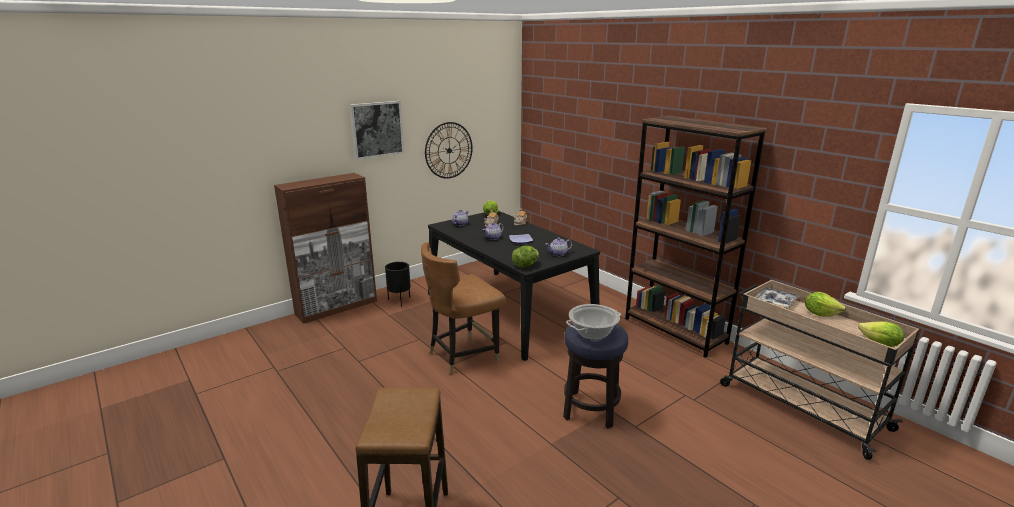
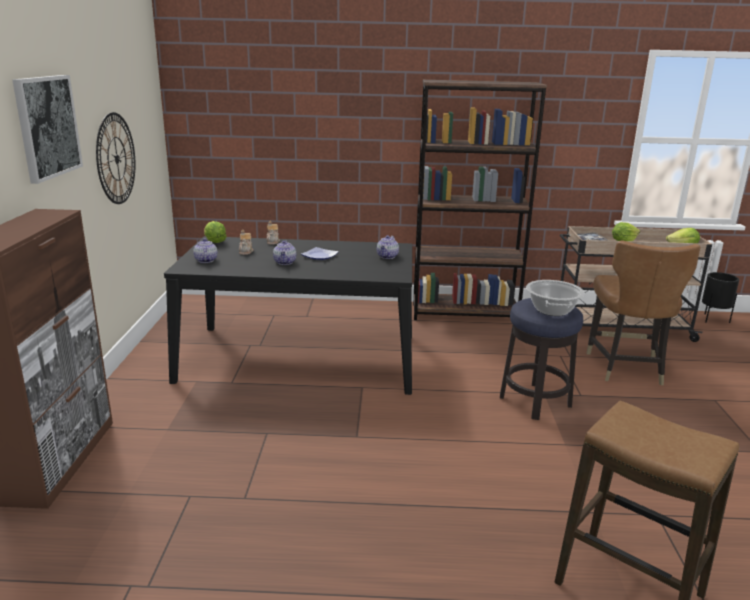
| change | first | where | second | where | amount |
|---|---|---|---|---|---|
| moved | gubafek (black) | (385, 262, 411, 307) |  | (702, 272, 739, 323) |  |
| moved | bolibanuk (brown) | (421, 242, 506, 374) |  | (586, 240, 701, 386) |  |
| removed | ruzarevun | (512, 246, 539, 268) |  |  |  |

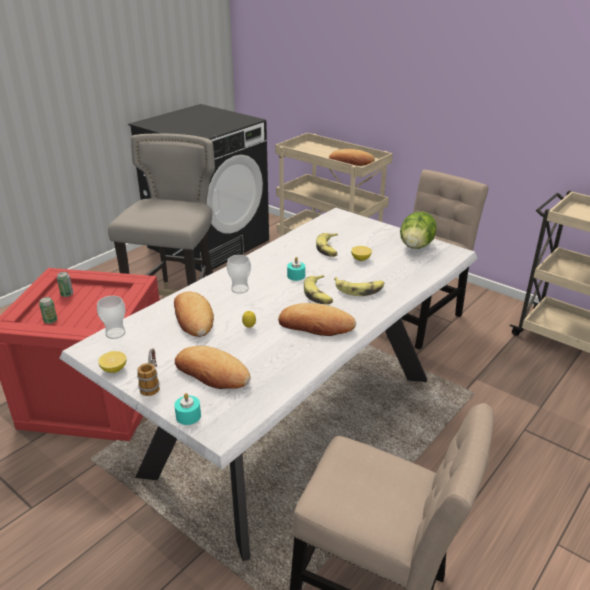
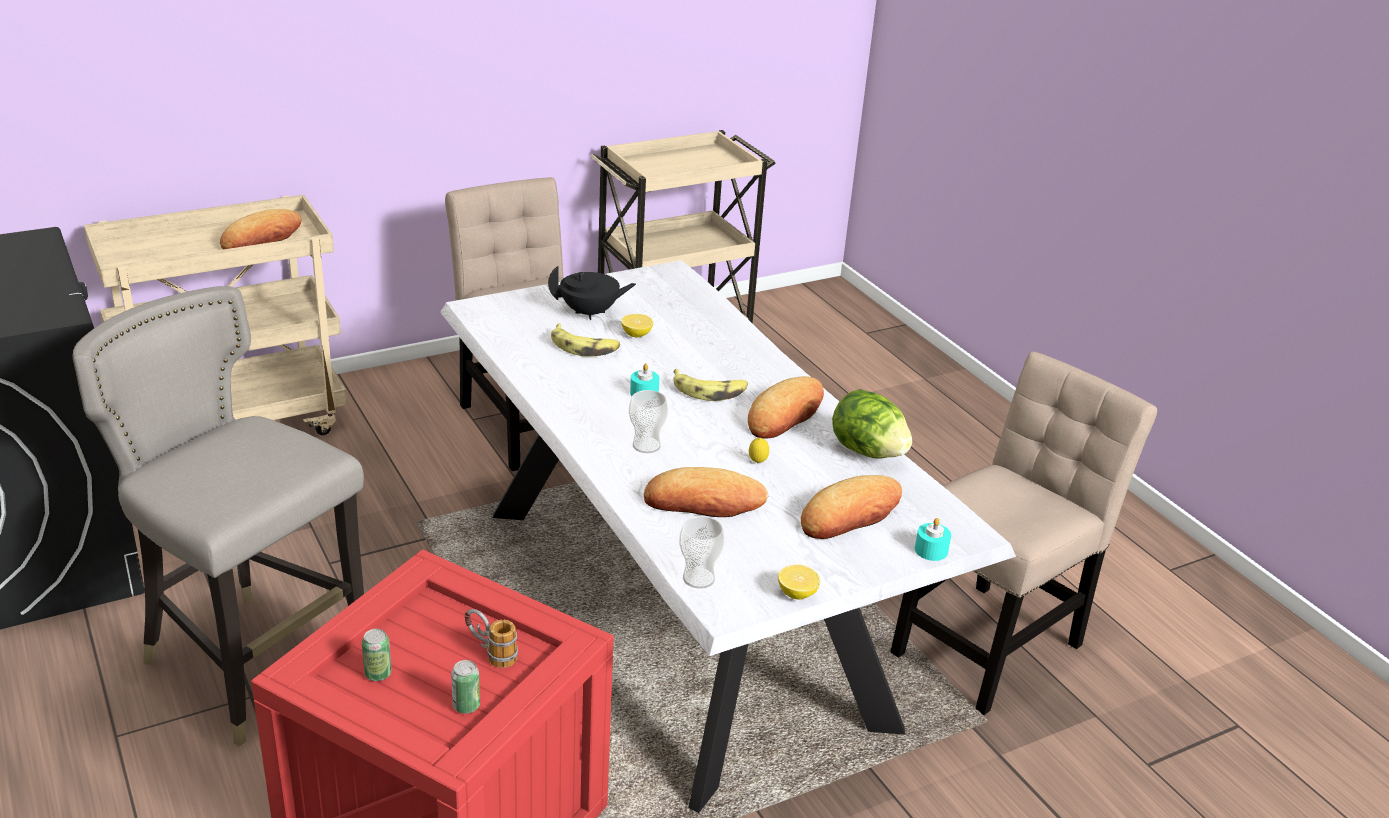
| change | first | where | second | where | amount |
|---|---|---|---|---|---|
| moved | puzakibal | (137, 348, 160, 396) |  | (465, 609, 518, 668) |  |
| removed | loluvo | (334, 277, 384, 296) |  |  |  |
| moved | ruzarevun | (400, 212, 437, 249) |  | (832, 389, 912, 458) |  |
| added |  |  | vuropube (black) | (548, 266, 636, 320) |  |

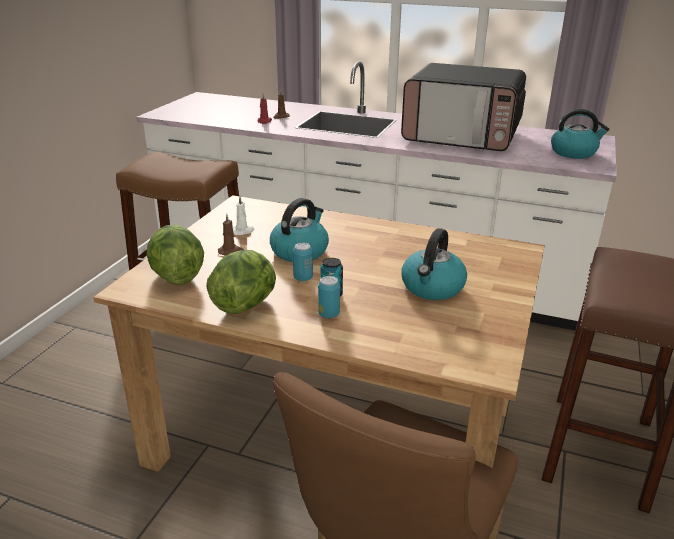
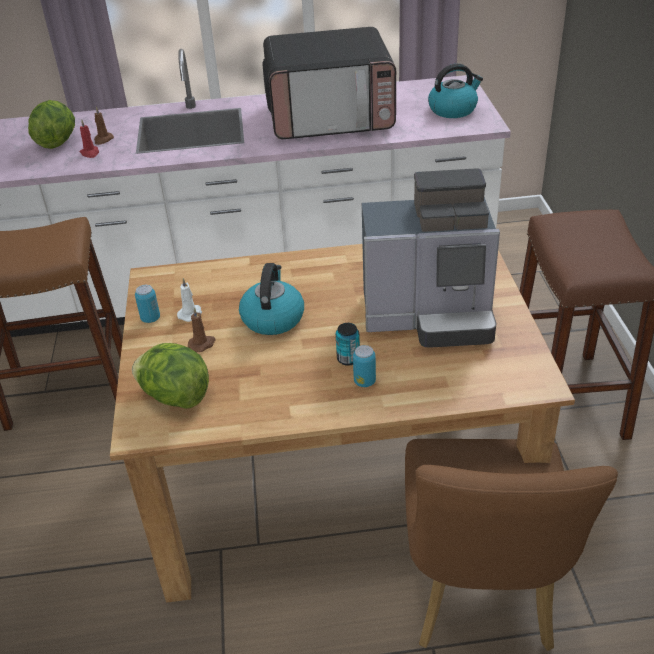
| change | first | where | second | where | amount |
|---|---|---|---|---|---|
| moved | ruzarevun | (206, 250, 276, 314) |  | (28, 100, 75, 149) |  |
| moved | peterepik | (293, 243, 313, 281) |  | (135, 285, 160, 323) |  |
| replaced | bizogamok | (401, 228, 467, 300) | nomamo | (362, 168, 500, 348) |  |

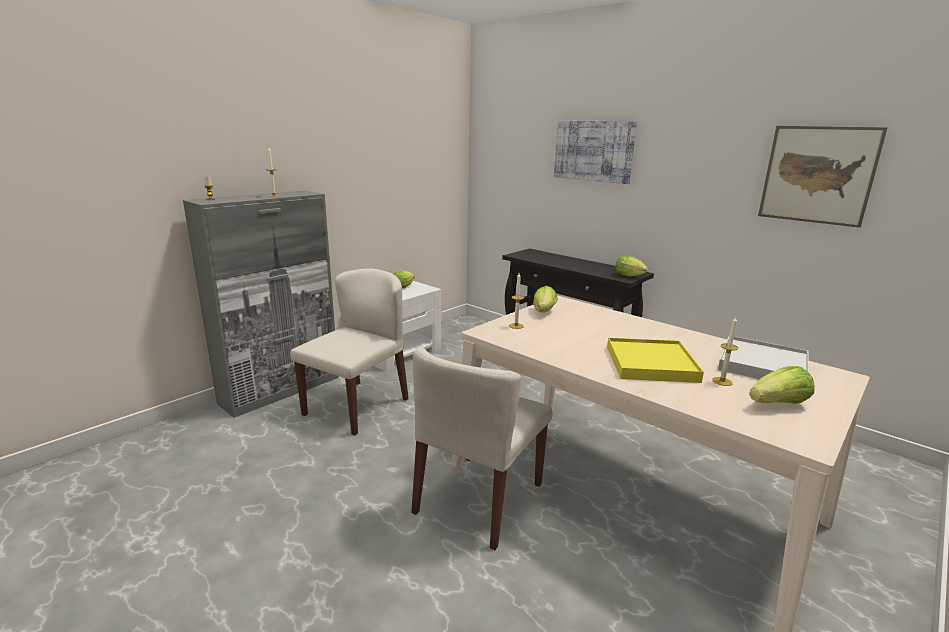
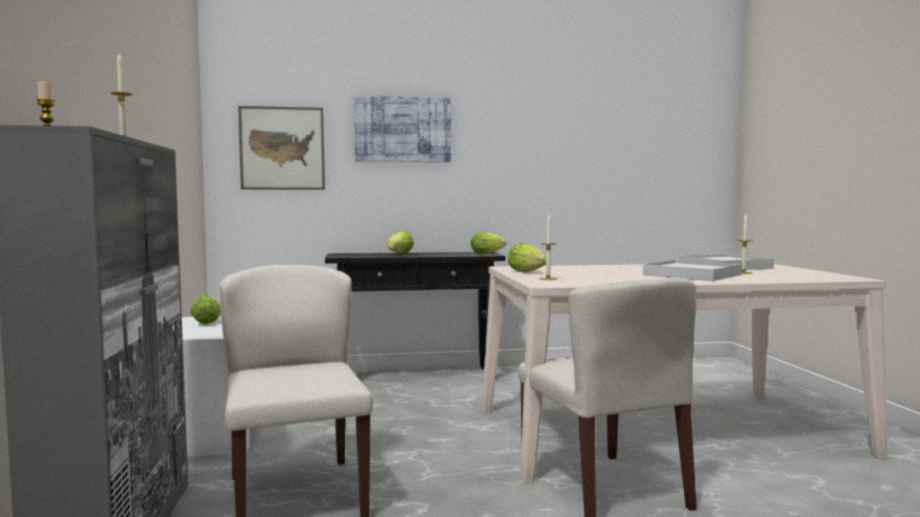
| change | first | where | second | where | amount |
|---|---|---|---|---|---|
| recoloured | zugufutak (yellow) | (607, 338, 704, 383) | zugufutak (white) | (643, 260, 742, 281) |  |
| moved | ruzarevun | (749, 366, 815, 404) |  | (387, 230, 414, 254) |  |
| moved | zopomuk | (758, 126, 887, 228) |  | (238, 106, 325, 190) |  |

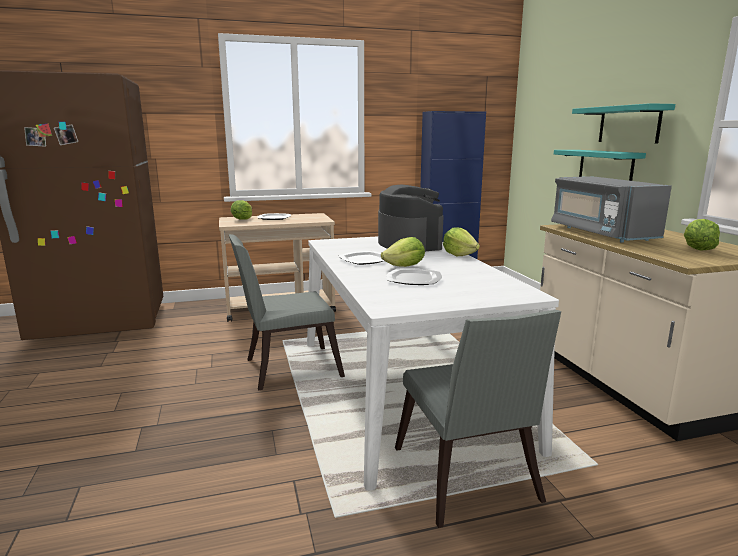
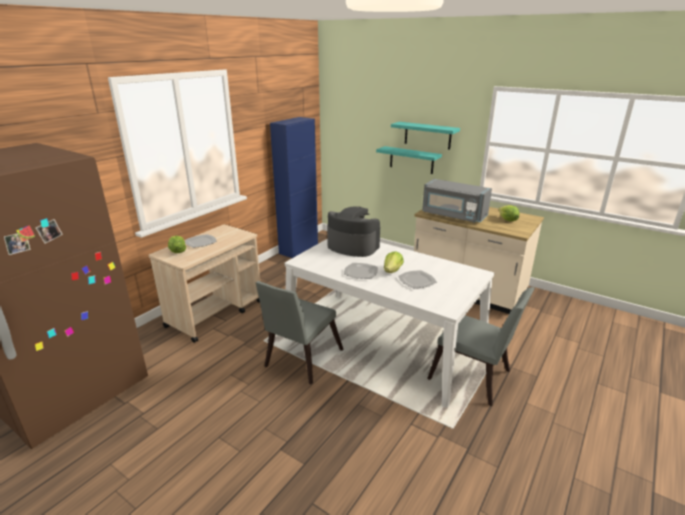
| change | first | where | second | where | amount |
|---|---|---|---|---|---|
| removed | ruzarevun | (443, 228, 480, 256) |  |  |  |

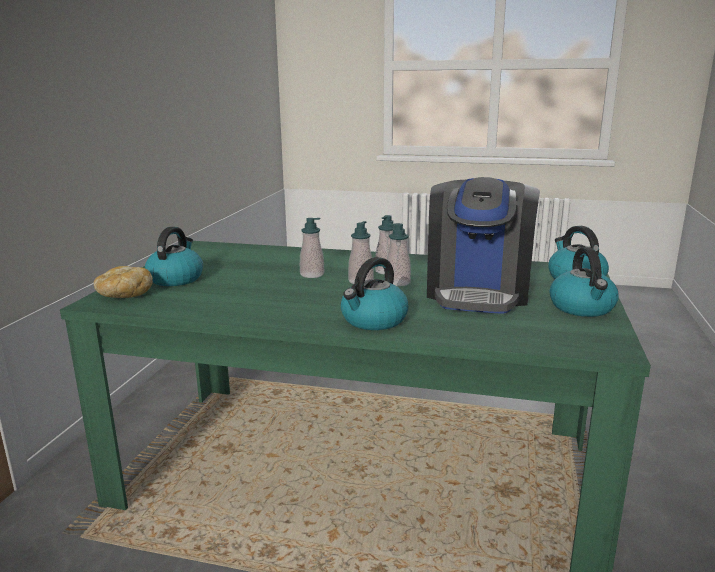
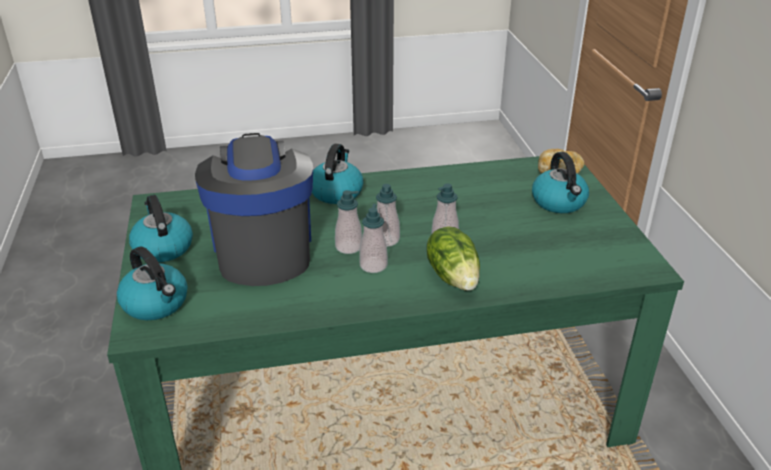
| change | first | where | second | where | amount |
|---|---|---|---|---|---|
| added |  |  | ruzarevun | (427, 227, 480, 291) |  |

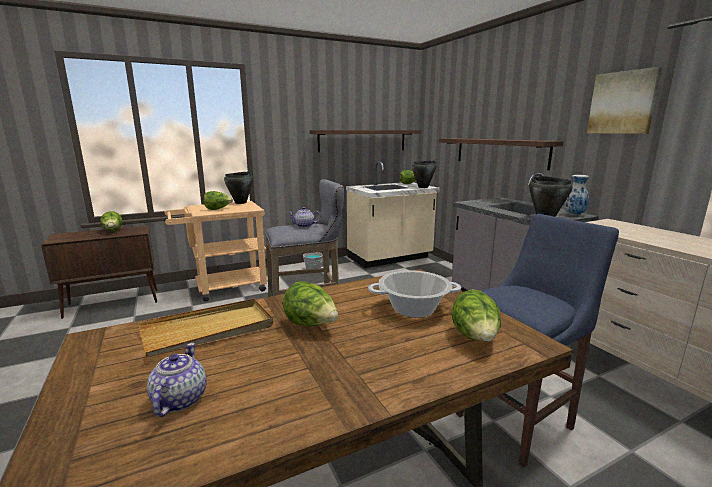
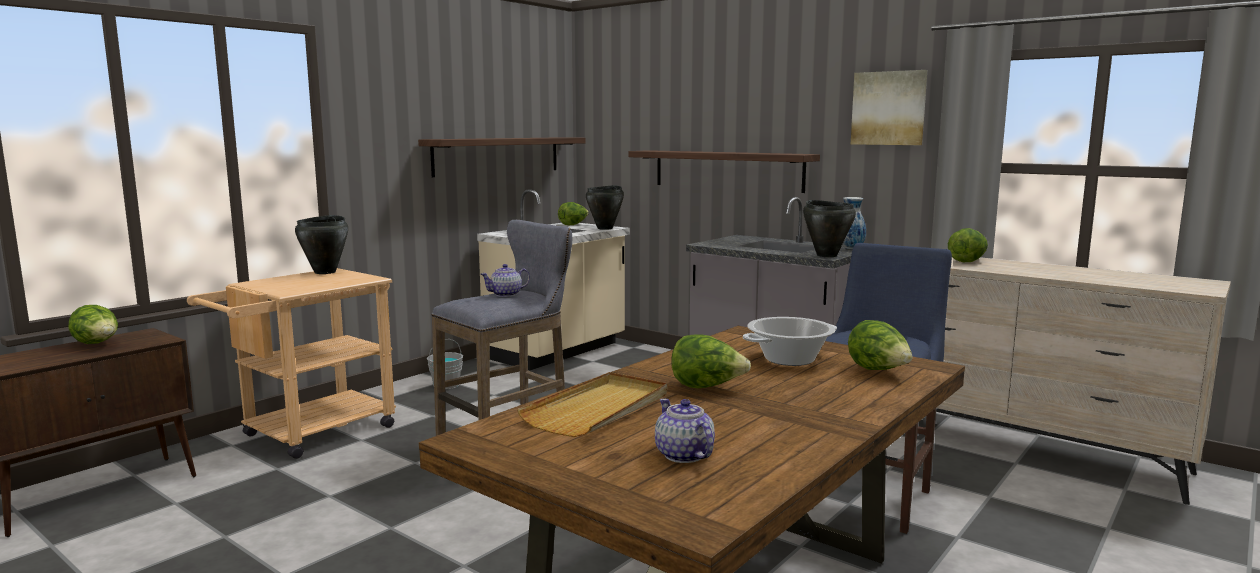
| change | first | where | second | where | amount |
|---|---|---|---|---|---|
| moved | ruzarevun | (204, 191, 233, 210) |  | (948, 228, 988, 262) |  |

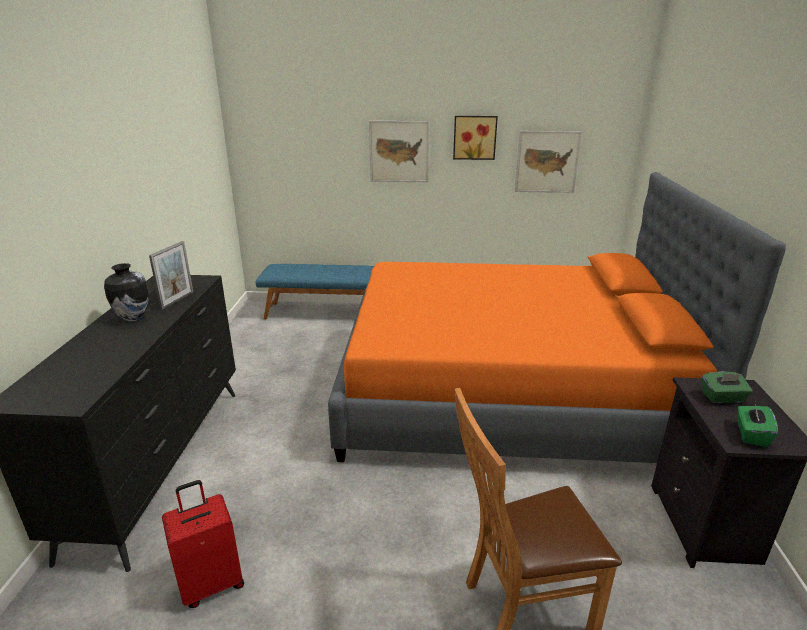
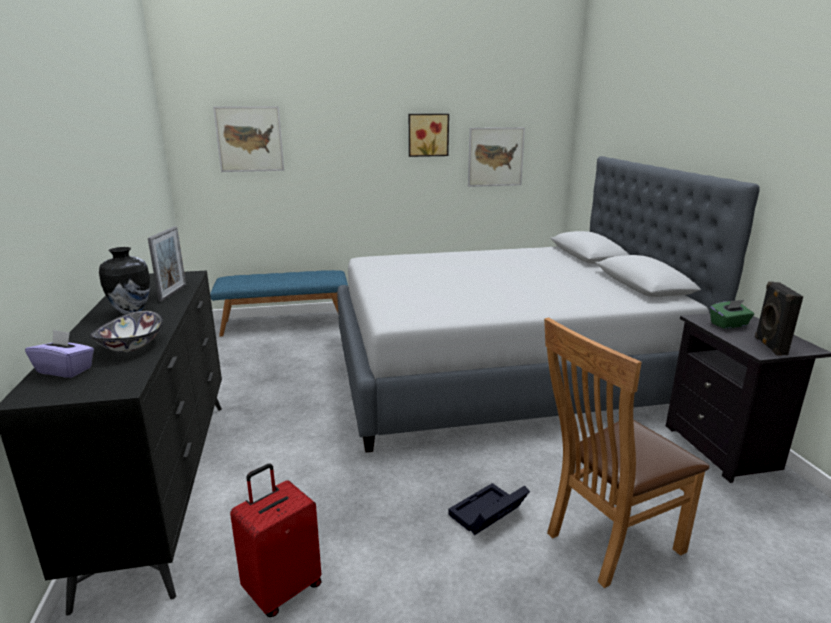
| change | first | where | second | where | amount |
|---|---|---|---|---|---|
| recoloured | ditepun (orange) | (328, 172, 786, 463) | ditepun (grey) | (337, 156, 760, 453) |  |
| moved | zopomuk | (369, 121, 429, 182) |  | (213, 106, 284, 172) |  |
| replaced | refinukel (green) | (738, 404, 778, 447) | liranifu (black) | (755, 281, 803, 356) |  |
| added |  |  | refinukel (purple) | (25, 330, 94, 378) |  |
| added |  |  | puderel | (89, 311, 163, 352) |  |
| added |  |  | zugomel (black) | (448, 483, 530, 535) |  |

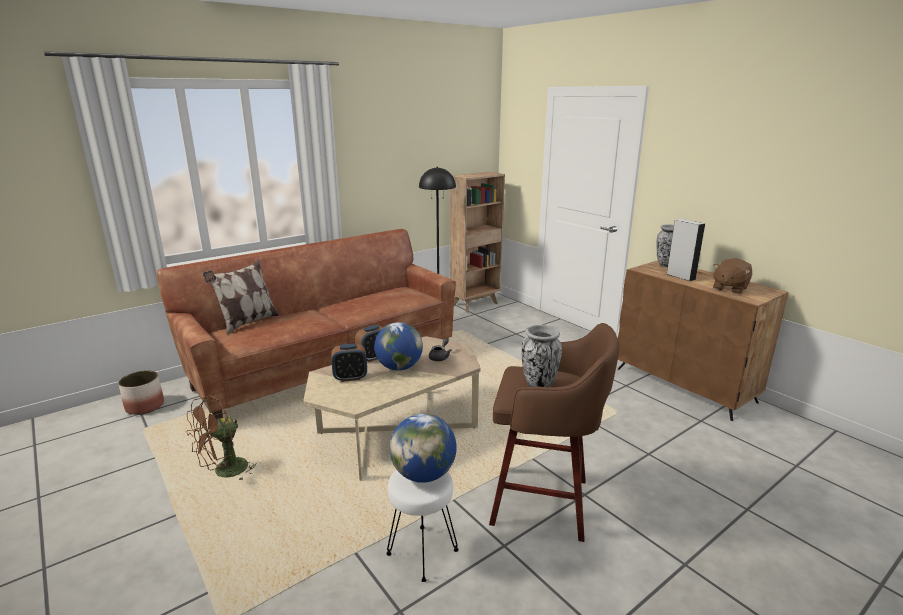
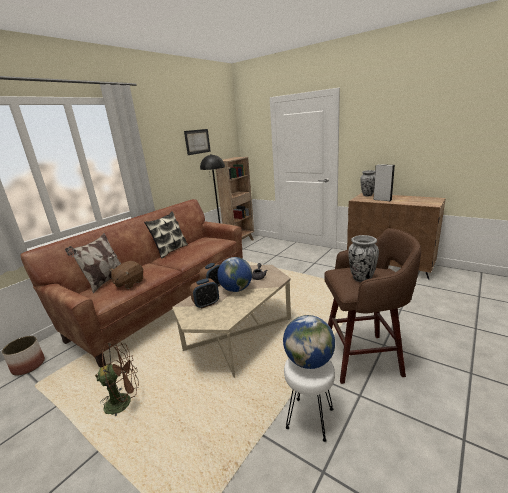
| change | first | where | second | where | amount |
|---|---|---|---|---|---|
| turned | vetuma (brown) | (186, 396, 257, 481) |  | (95, 339, 139, 416) | 135 degrees counterclockwise |
| moved | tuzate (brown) | (713, 259, 752, 294) |  | (109, 261, 143, 289) |  |
| added |  |  | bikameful | (144, 211, 188, 259) |  |
| added |  |  | zopomuk | (184, 129, 211, 155) |  |

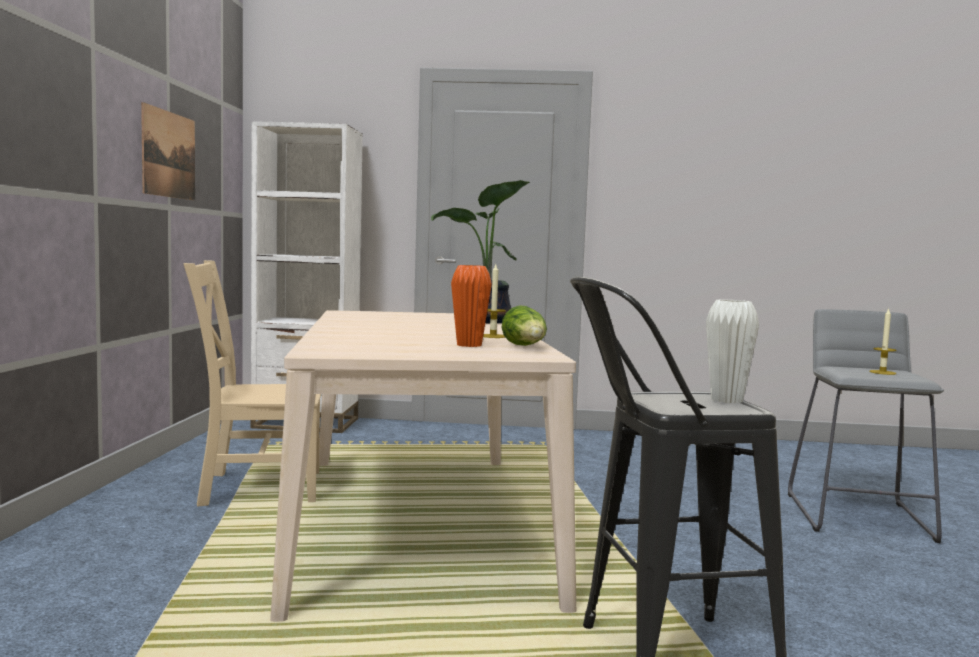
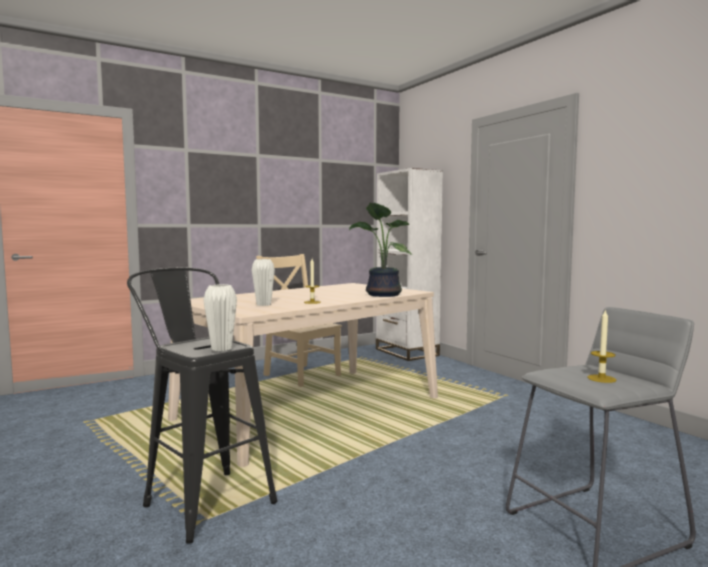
| change | first | where | second | where | amount |
|---|---|---|---|---|---|
| removed | zopomuk | (141, 102, 195, 200) |  |  |  |
| recoloured | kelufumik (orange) | (451, 265, 492, 347) | kelufumik (white) | (252, 259, 275, 306) |  |
| removed | ruzarevun | (502, 306, 547, 346) |  |  |  |

